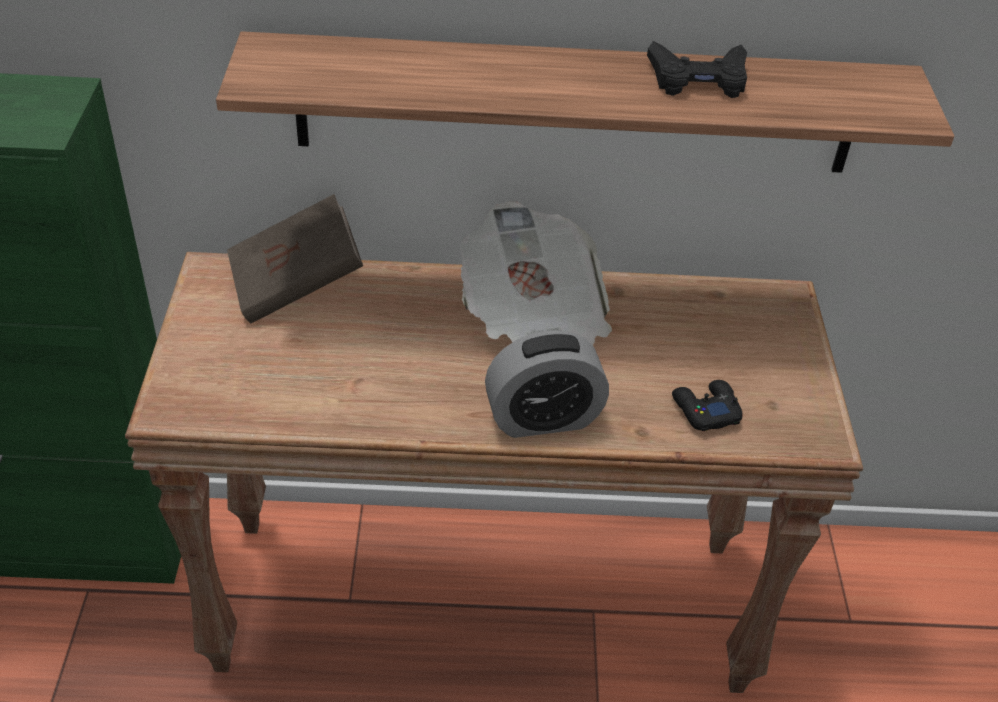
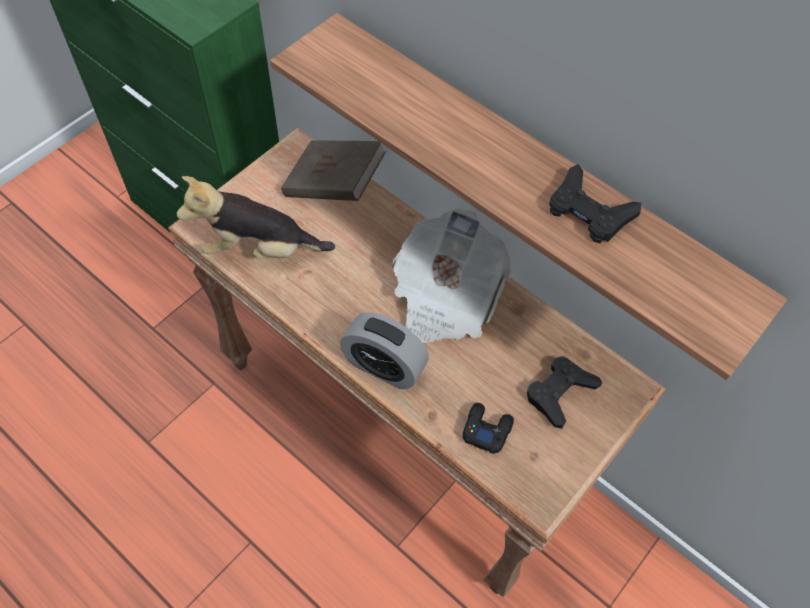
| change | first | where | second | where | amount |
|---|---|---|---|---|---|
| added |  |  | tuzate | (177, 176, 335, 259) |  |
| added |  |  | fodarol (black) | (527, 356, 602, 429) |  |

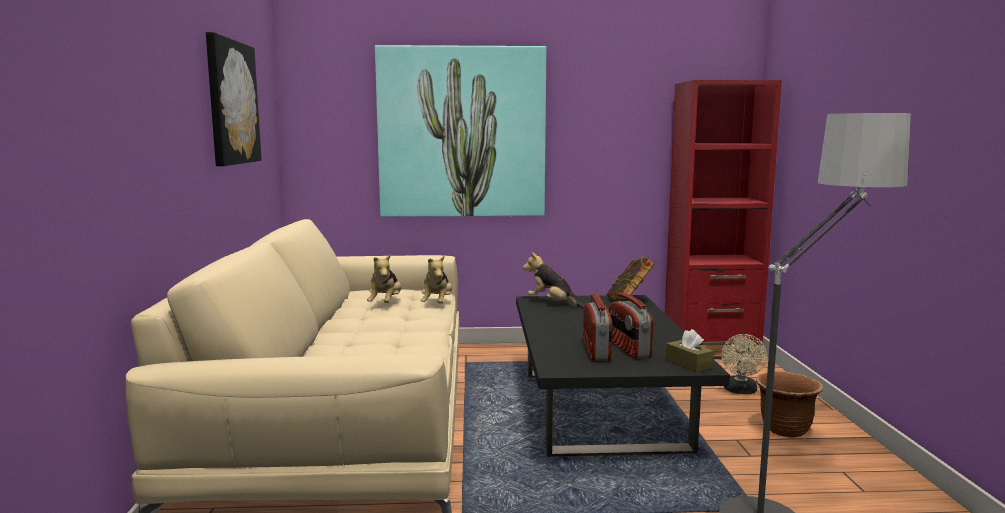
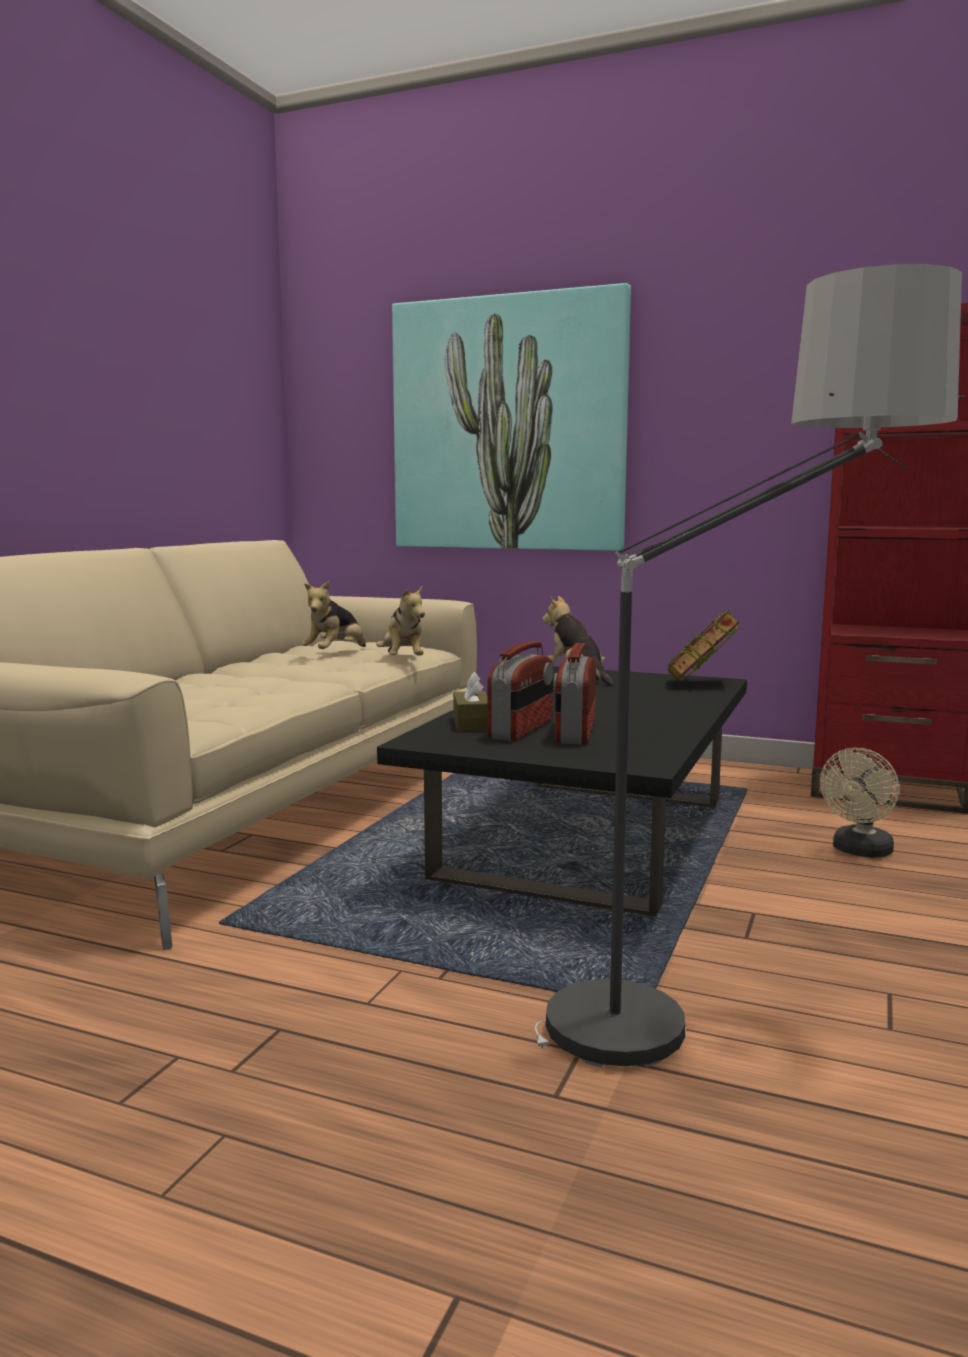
| change | first | where | second | where | amount |
|---|---|---|---|---|---|
| removed | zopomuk | (206, 32, 262, 166) |  |  |  |
| turned | tuzate | (421, 255, 452, 304) |  | (376, 586, 425, 655) | 45 degrees counterclockwise |
| moved | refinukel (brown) | (666, 329, 714, 373) |  | (453, 672, 488, 732) |  |
| removed | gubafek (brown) | (756, 371, 823, 437) |  |  |  |

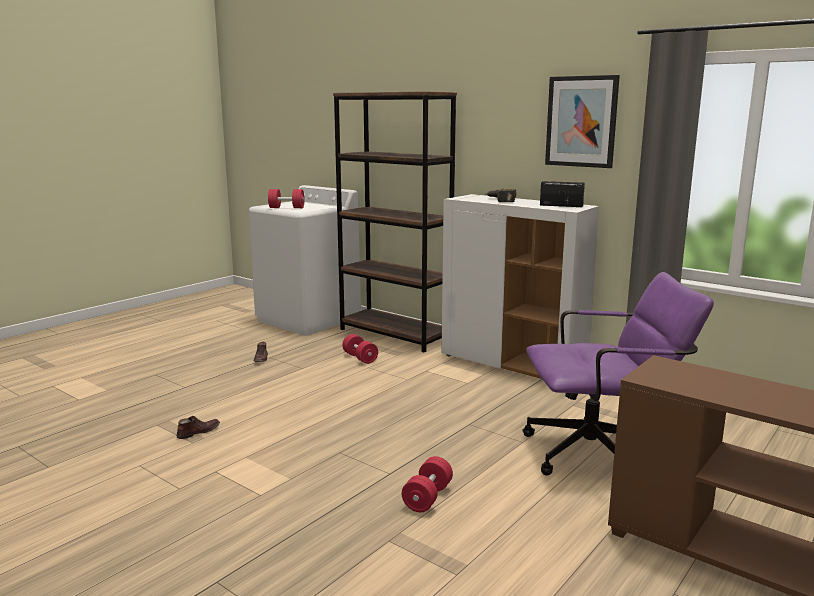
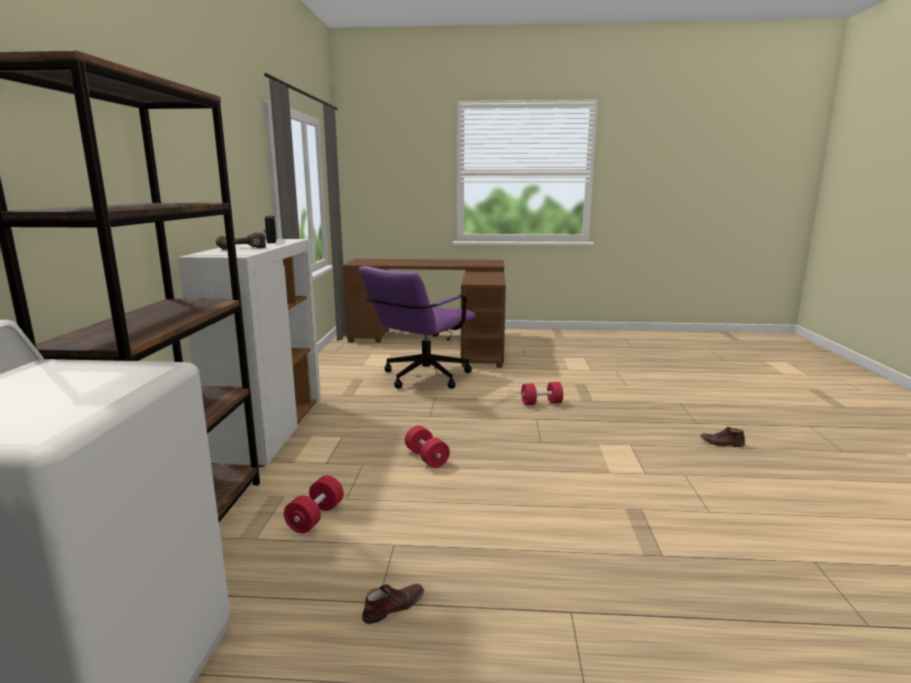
| change | first | where | second | where | amount |
|---|---|---|---|---|---|
| moved | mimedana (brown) | (177, 416, 220, 439) |  | (700, 427, 745, 447) |  |
| moved | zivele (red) | (268, 189, 305, 208) |  | (405, 425, 450, 468) |  |
| turned | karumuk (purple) | (522, 272, 714, 476) |  | (359, 266, 476, 389) | 105 degrees counterclockwise |
| removed | zopomuk | (545, 75, 620, 168) |  |  |  |

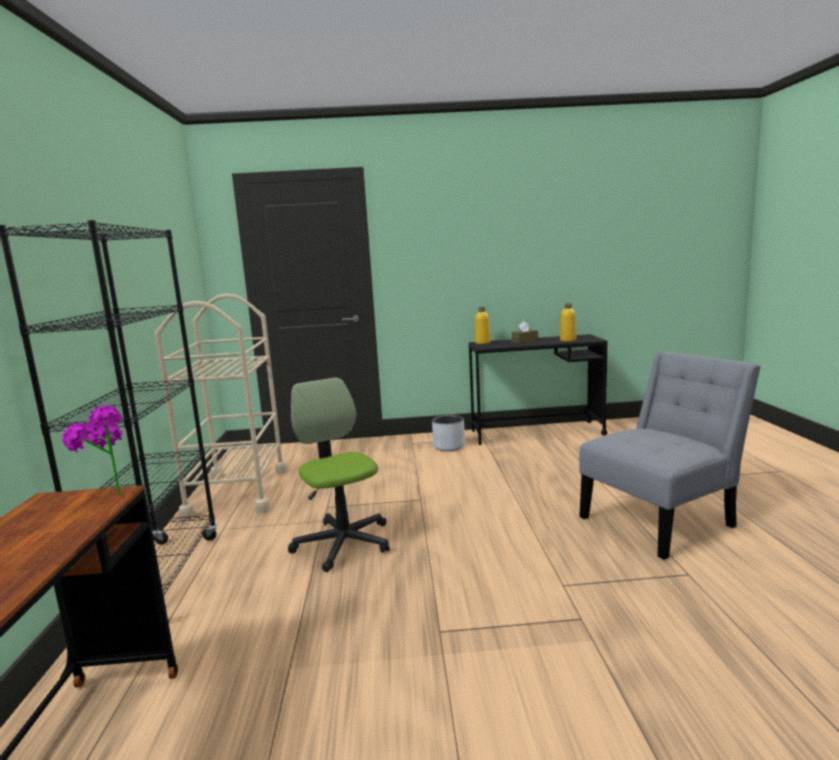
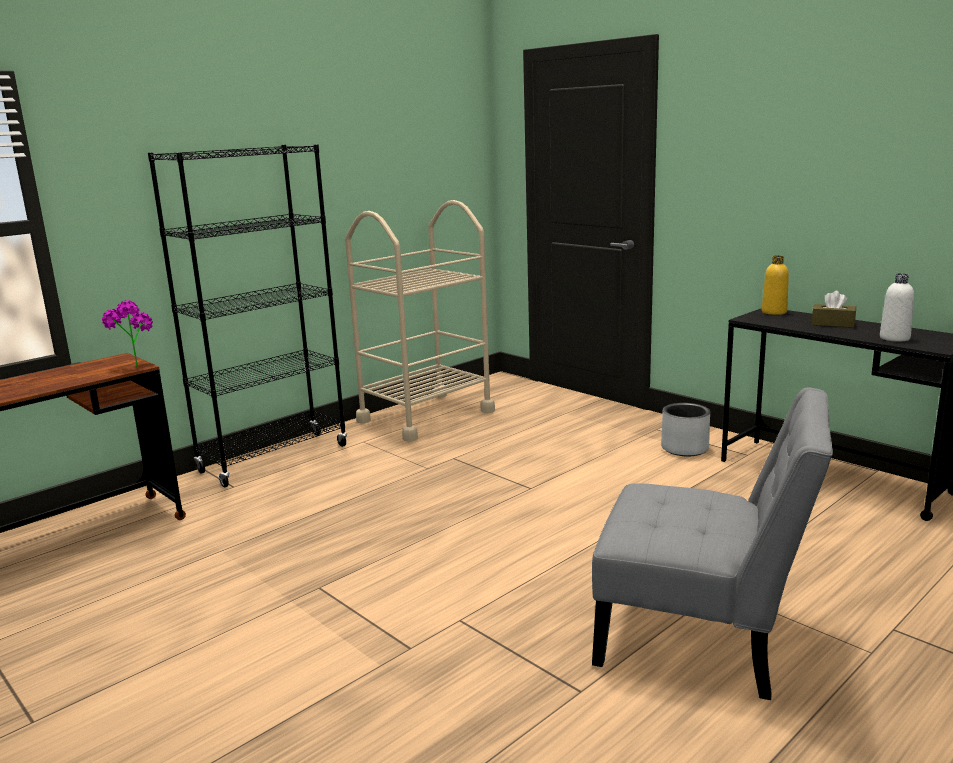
| change | first | where | second | where | amount |
|---|---|---|---|---|---|
| removed | karumuk | (288, 377, 390, 572) |  |  |  |
| recoloured | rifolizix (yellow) | (560, 303, 576, 342) | rifolizix (white) | (880, 273, 914, 342) |  |

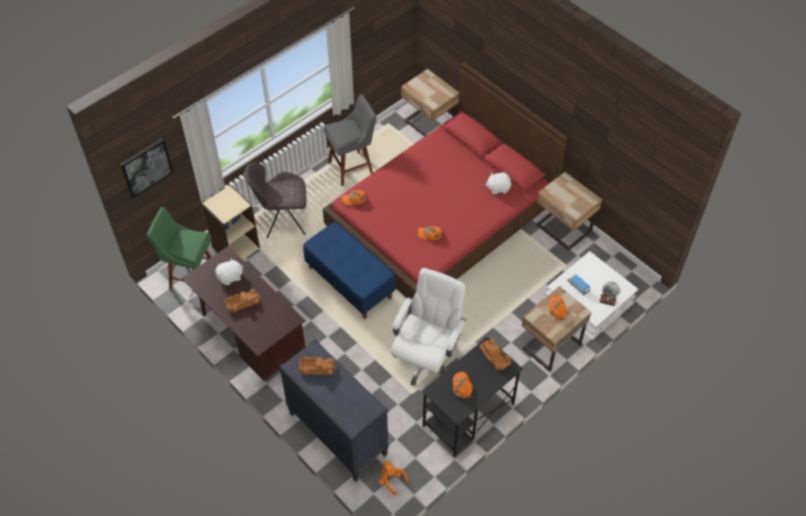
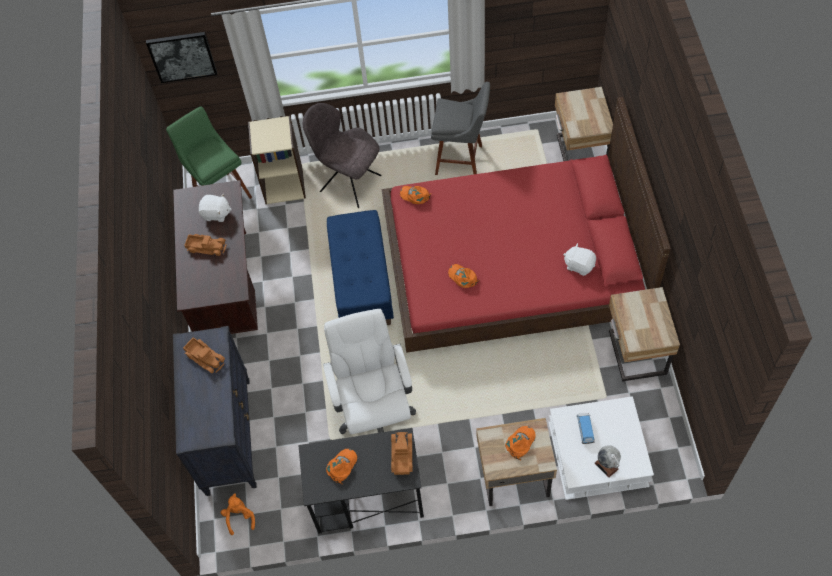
| change | first | where | second | where | amount |
|---|---|---|---|---|---|
| turned | karumuk (white) | (391, 268, 466, 386) |  | (323, 309, 416, 434) | 75 degrees counterclockwise |

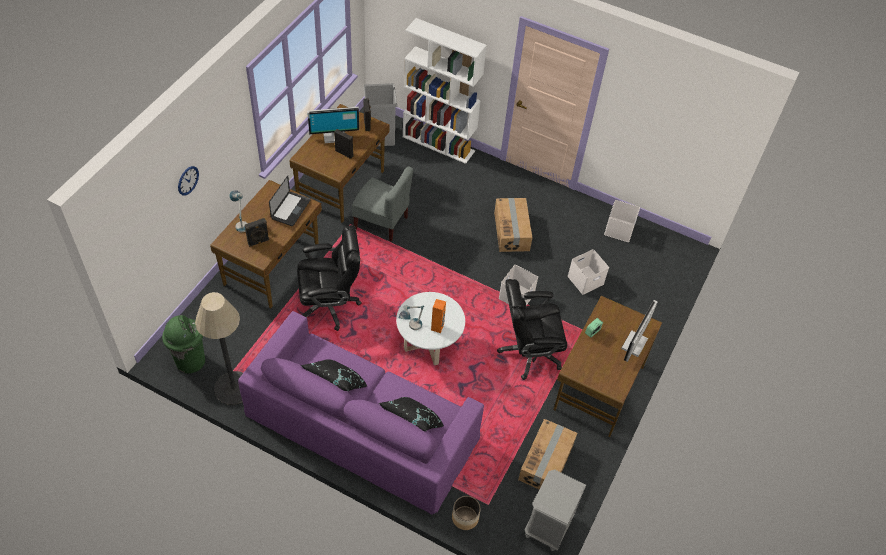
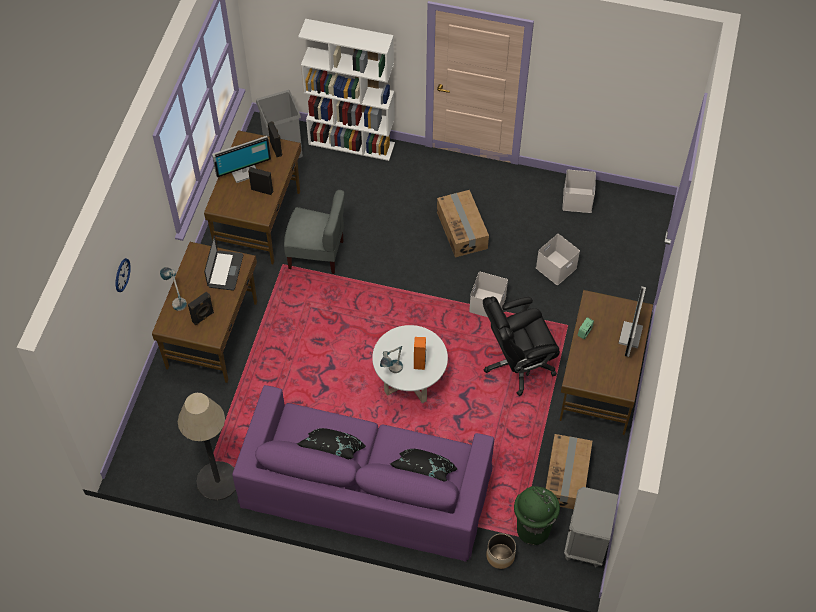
| change | first | where | second | where | amount |
|---|---|---|---|---|---|
| moved | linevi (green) | (162, 315, 205, 374) |  | (514, 486, 560, 545) |  |
| removed | karumuk (black) | (297, 225, 362, 331) |  |  |  |

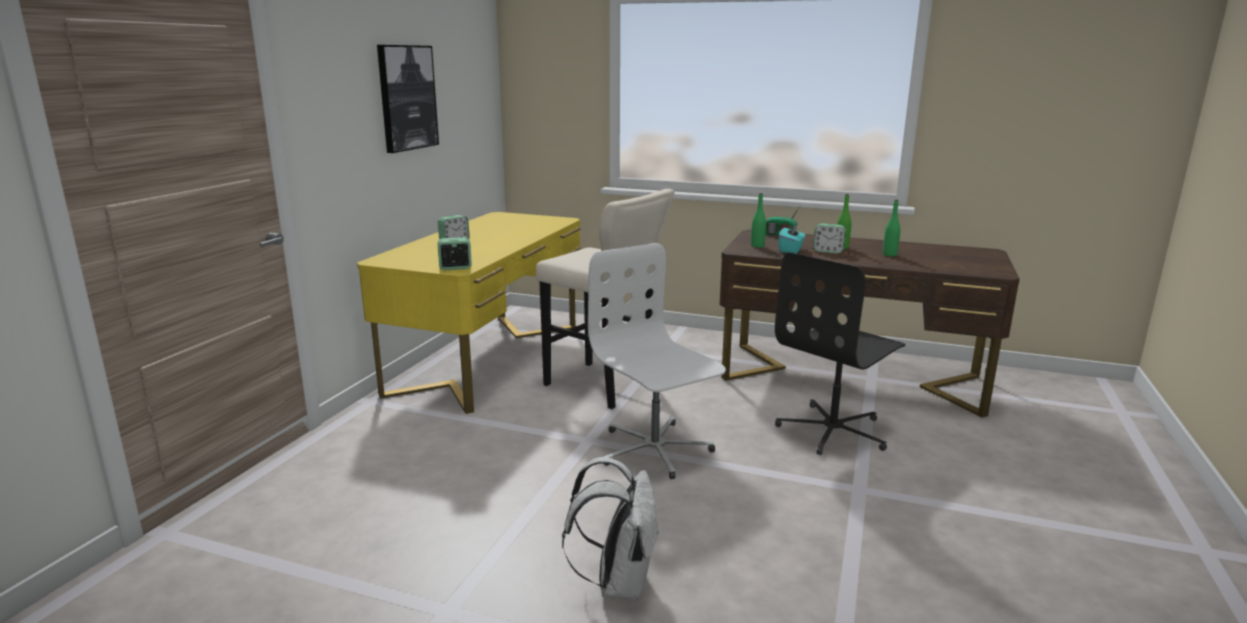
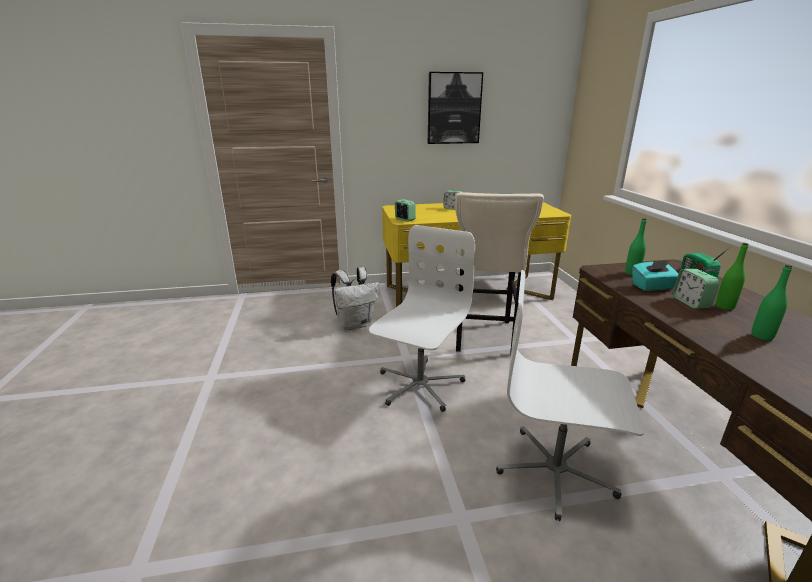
| change | first | where | second | where | amount |
|---|---|---|---|---|---|
| moved | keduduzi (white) | (562, 457, 659, 600) |  | (331, 267, 380, 330) |  |
| recoloured | karumuk (black) | (775, 252, 905, 455) | karumuk (white) | (496, 270, 645, 521) |  |

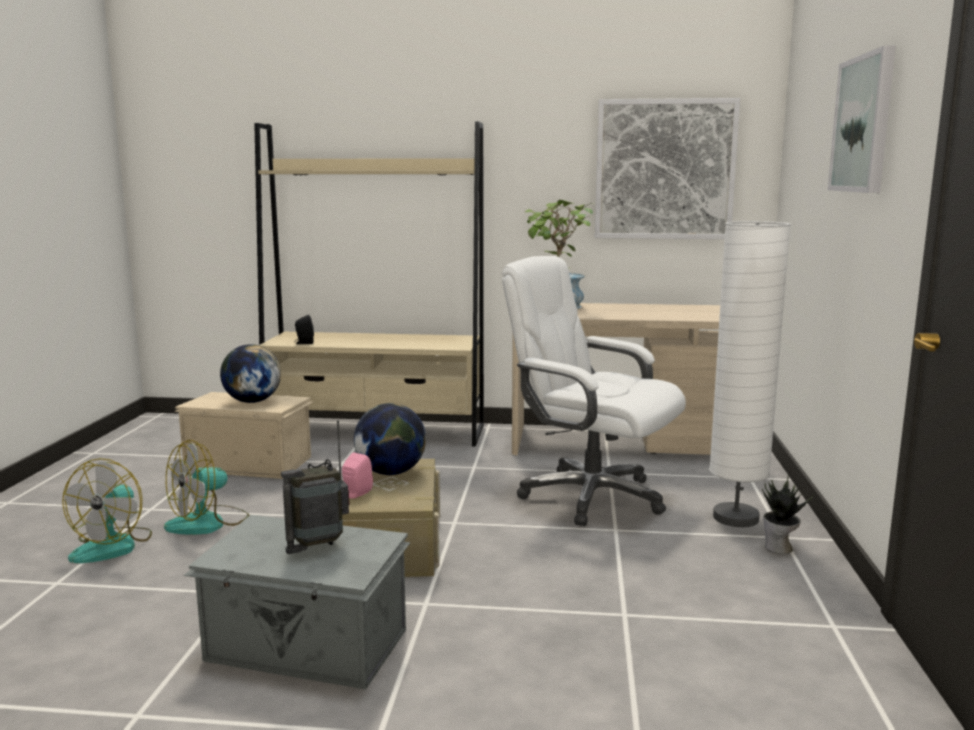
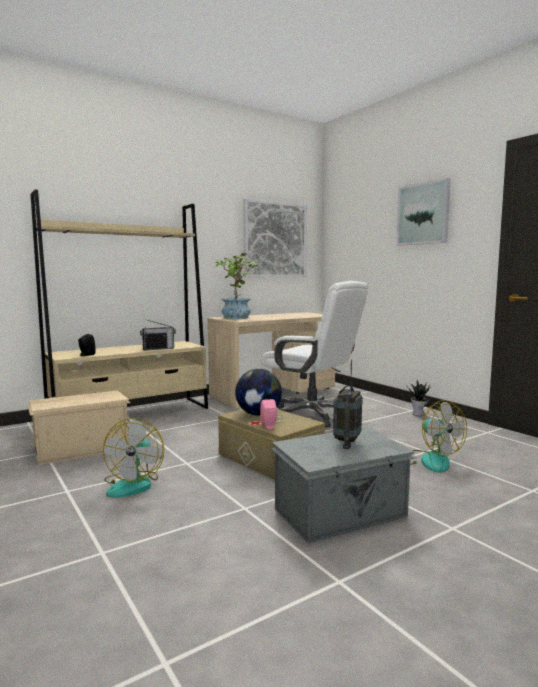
| change | first | where | second | where | amount |
|---|---|---|---|---|---|
| moved | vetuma | (62, 458, 152, 563) |  | (410, 400, 467, 472) |  |
| removed | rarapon | (220, 344, 281, 403) |  |  |  |
| turned | karumuk (white) | (502, 256, 686, 526) |  | (261, 281, 368, 428) | 135 degrees counterclockwise |
| removed | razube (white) | (709, 221, 791, 527) |  |  |  |
| added |  |  | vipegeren | (140, 319, 176, 350) |  |

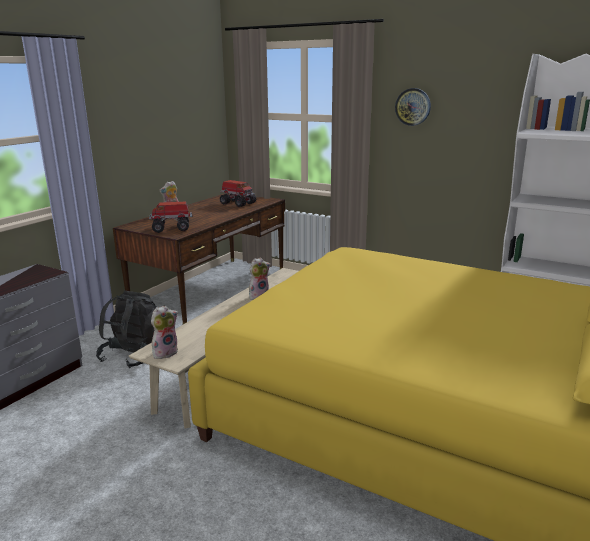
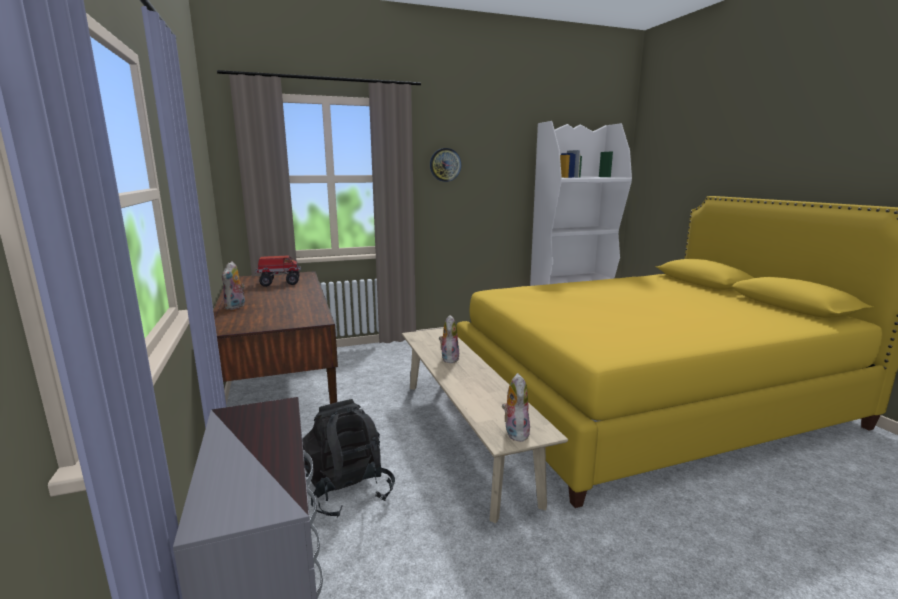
| change | first | where | second | where | amount |
|---|---|---|---|---|---|
| removed | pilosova | (149, 202, 193, 233) |  |  |  |

